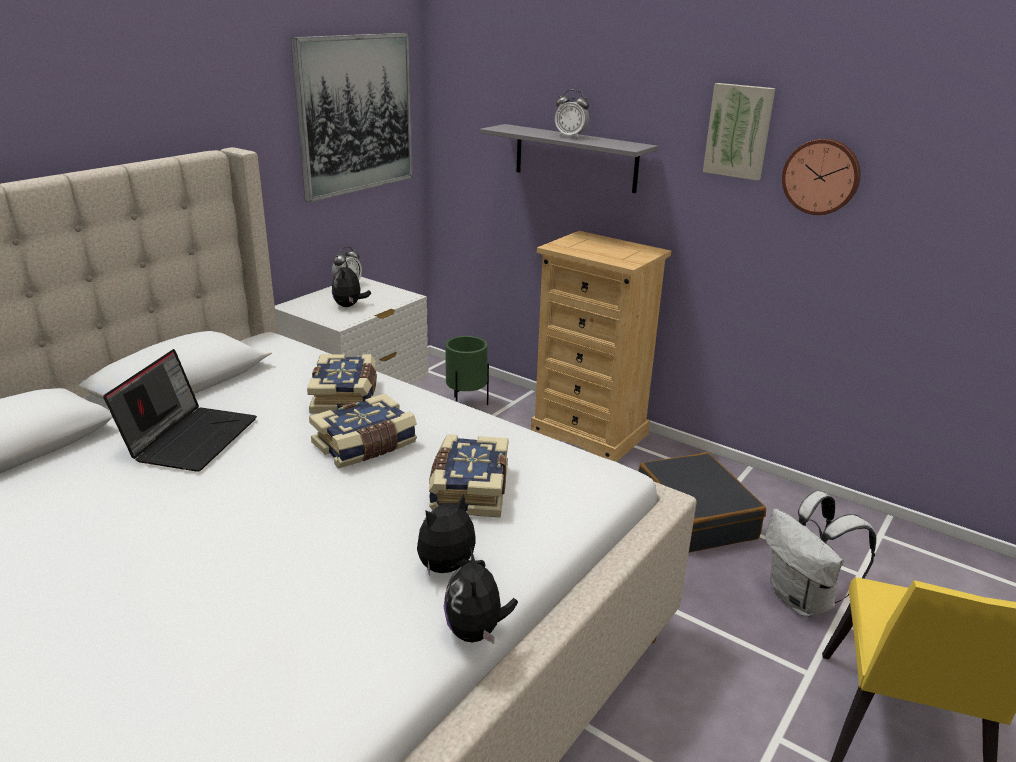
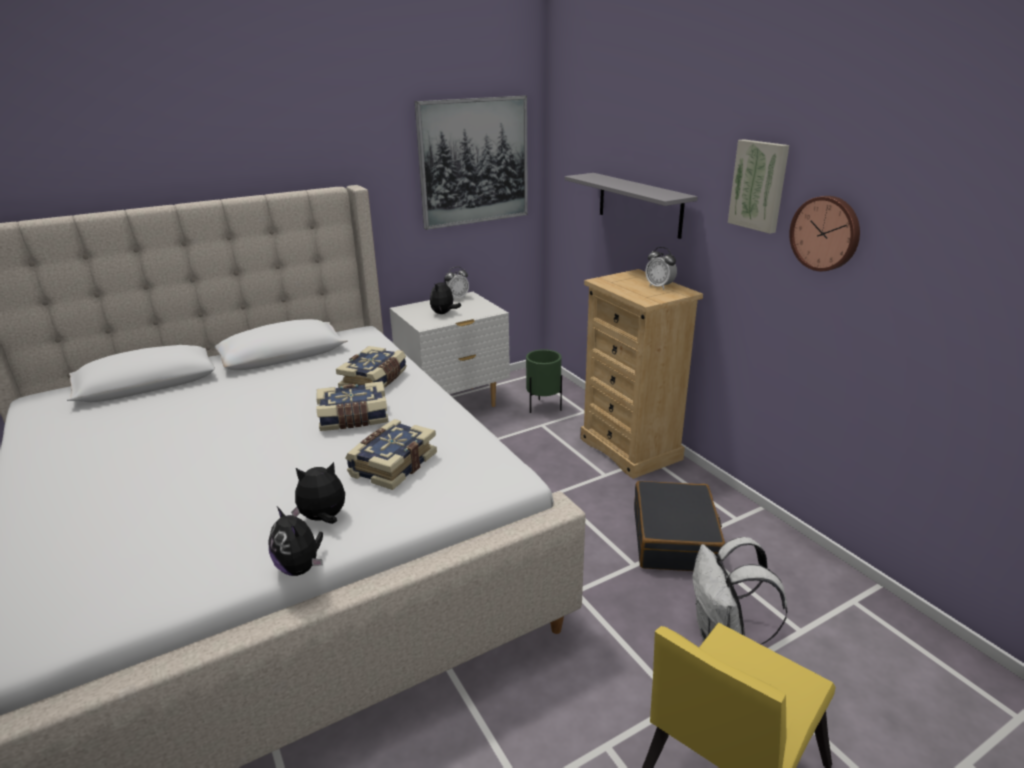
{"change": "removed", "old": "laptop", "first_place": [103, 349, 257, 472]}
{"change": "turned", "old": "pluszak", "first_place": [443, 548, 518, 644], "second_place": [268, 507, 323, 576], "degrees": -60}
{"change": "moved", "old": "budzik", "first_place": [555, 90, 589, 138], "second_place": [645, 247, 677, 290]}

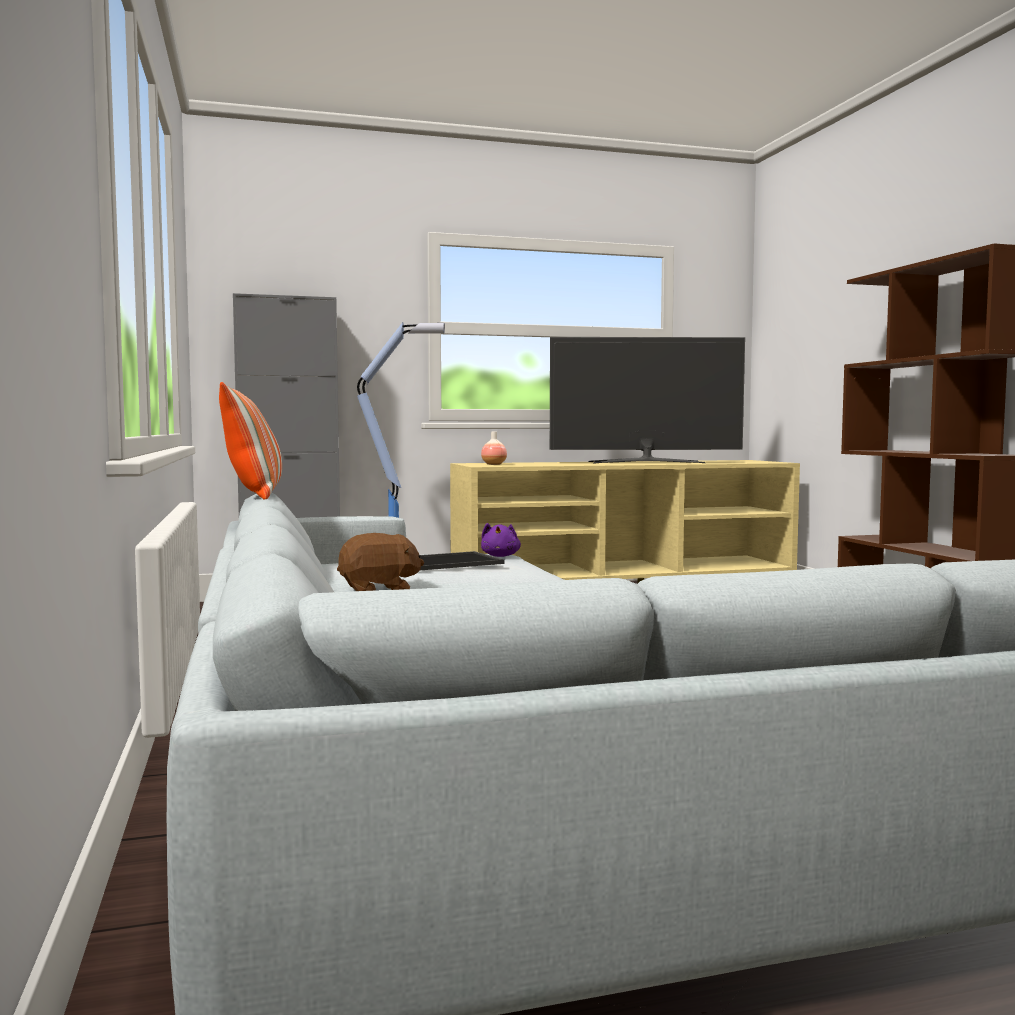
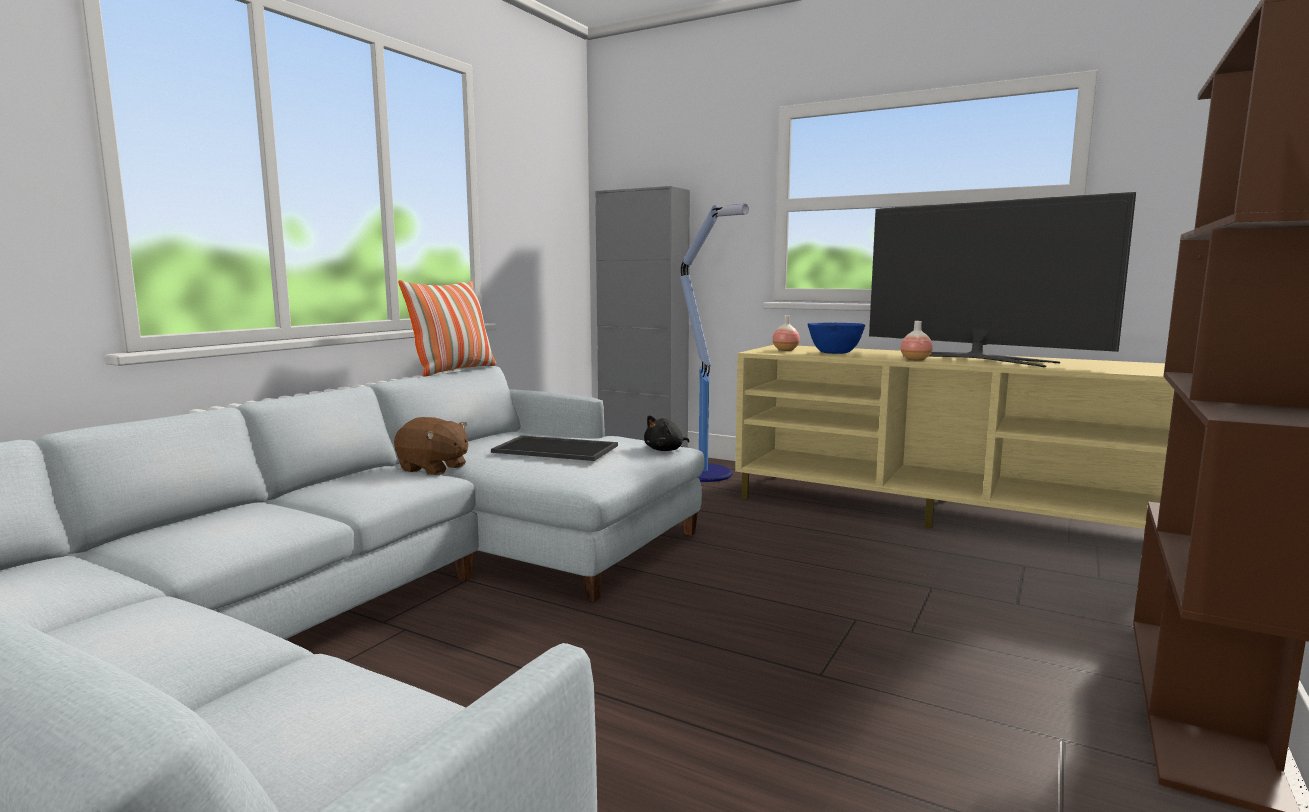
{"change": "recoloured", "old": "pluszak (fioletowy)", "new": "pluszak (czarny)", "first_place": [481, 523, 521, 557], "second_place": [644, 415, 689, 451]}
{"change": "added", "new": "miska (niebieski)", "second_place": [808, 323, 865, 354]}
{"change": "added", "new": "wazon", "second_place": [901, 321, 933, 361]}

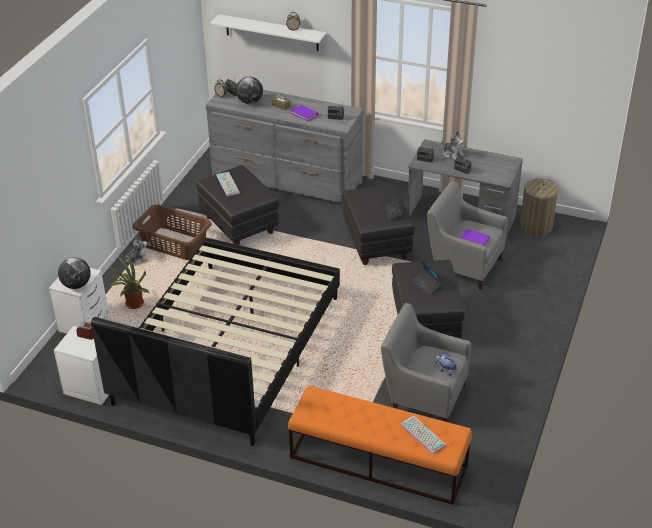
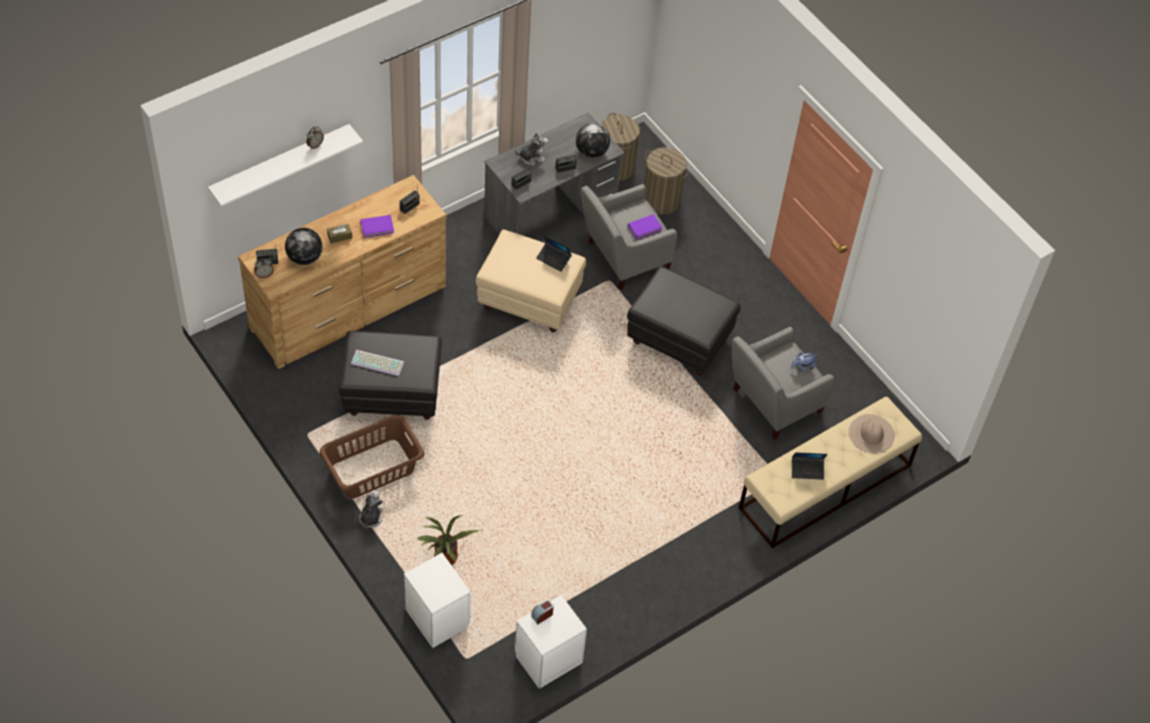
{"change": "moved", "old": "globus", "first_place": [58, 257, 91, 289], "second_place": [576, 123, 610, 158]}
{"change": "removed", "old": "łóżko (czarny)", "first_place": [91, 238, 340, 446]}
{"change": "recoloured", "old": "komoda (szary)", "new": "komoda (brązowy)", "first_place": [205, 90, 364, 205], "second_place": [238, 175, 447, 369]}
{"change": "recoloured", "old": "ławka (pomarańczowy)", "new": "ławka (beżowy)", "first_place": [288, 386, 472, 505], "second_place": [739, 397, 922, 548]}
{"change": "recoloured", "old": "pufa (czarny)", "new": "pufa (beżowy)", "first_place": [342, 184, 415, 265], "second_place": [476, 230, 586, 332]}
{"change": "replaced", "old": "klawiatura", "new": "kapelusz (beżowy)", "first_place": [401, 416, 446, 454], "second_place": [849, 414, 895, 454]}
{"change": "moved", "old": "laptop", "first_place": [412, 260, 442, 295], "second_place": [792, 452, 828, 480]}
{"change": "added", "new": "kosz na pranie", "second_place": [644, 147, 689, 214]}

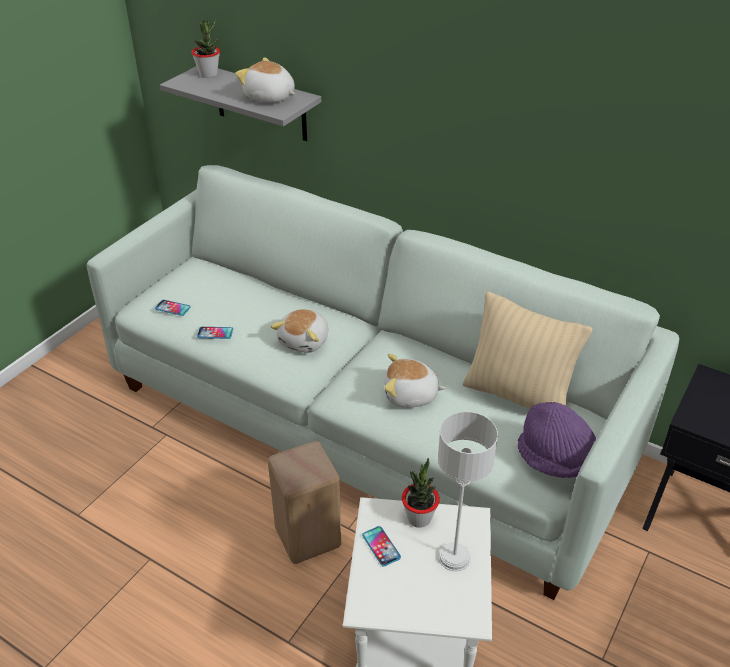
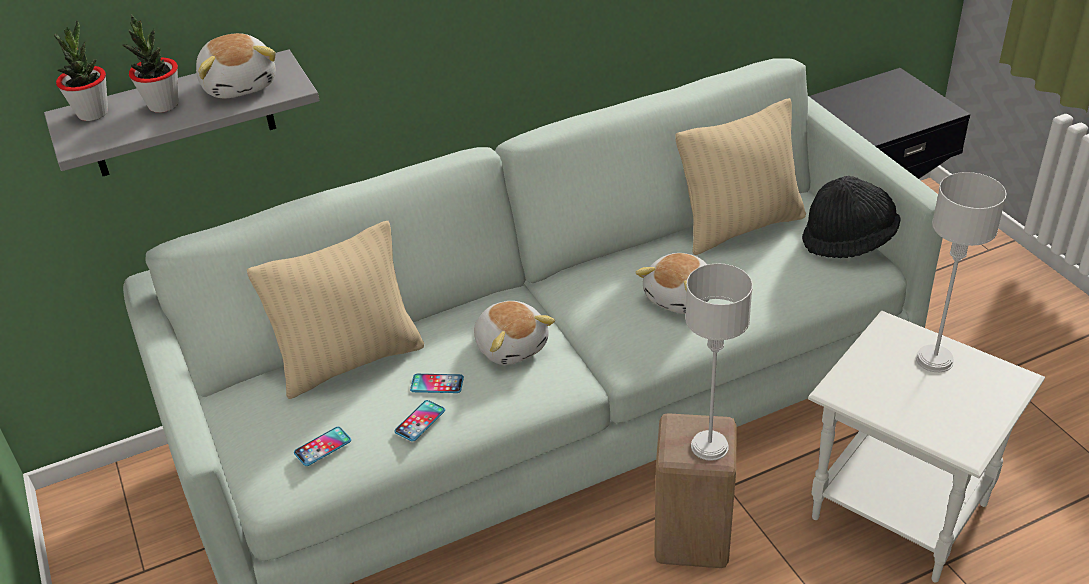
{"change": "turned", "old": "pluszak", "first_place": [235, 57, 295, 103], "second_place": [196, 33, 276, 99], "degrees": -90}
{"change": "moved", "old": "telefon", "first_place": [362, 526, 401, 566], "second_place": [410, 374, 464, 393]}
{"change": "moved", "old": "roślina doniczkowa", "first_place": [402, 458, 440, 528], "second_place": [123, 14, 178, 113]}
{"change": "recoloured", "old": "kapelusz (fioletowy)", "new": "kapelusz (czarny)", "first_place": [518, 402, 596, 478], "second_place": [802, 176, 901, 258]}
{"change": "added", "new": "poduszka (beżowy)", "second_place": [247, 221, 424, 399]}
{"change": "added", "new": "lampa stołowa (szary)", "second_place": [685, 263, 753, 461]}

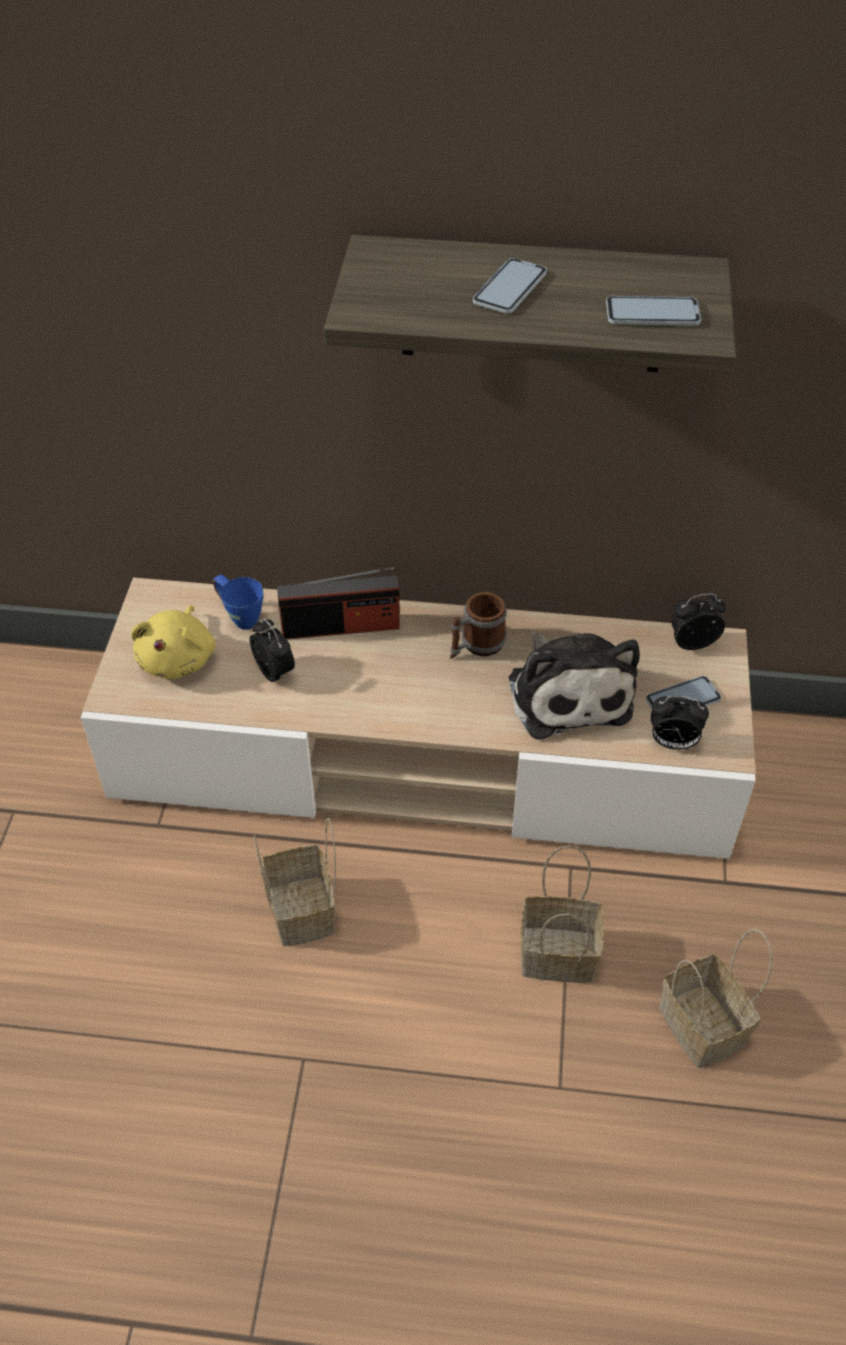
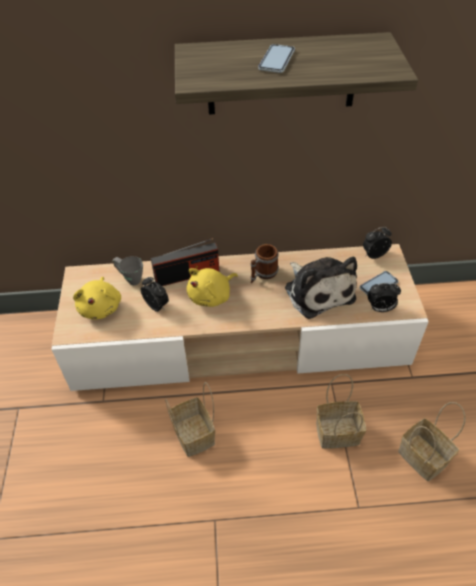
{"change": "recoloured", "old": "kubek (niebieski)", "new": "kubek (szary)", "first_place": [213, 574, 263, 630], "second_place": [113, 256, 143, 285]}
{"change": "removed", "old": "telefon", "first_place": [606, 296, 701, 326]}
{"change": "added", "new": "pluszak (żółty)", "second_place": [187, 268, 238, 307]}

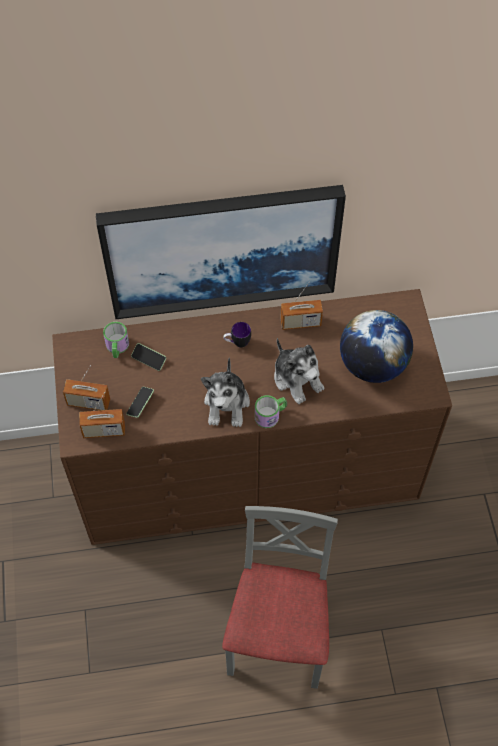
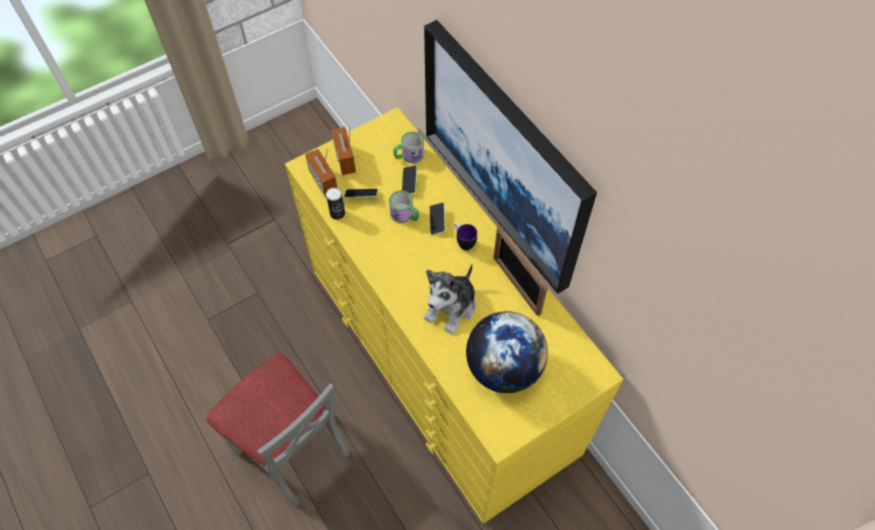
{"change": "recoloured", "old": "komoda (brązowy)", "new": "komoda (żółty)", "first_place": [52, 289, 452, 545], "second_place": [285, 107, 623, 524]}
{"change": "removed", "old": "pluszak", "first_place": [201, 358, 250, 427]}
{"change": "turned", "old": "krzesło (szary)", "first_place": [222, 506, 338, 689], "second_place": [206, 353, 350, 507], "degrees": 60}
{"change": "moved", "old": "kubek", "first_place": [255, 395, 287, 428], "second_place": [389, 190, 420, 223]}
{"change": "replaced", "old": "radio", "new": "ramka na zdjęcie", "first_place": [280, 282, 323, 330], "second_place": [493, 226, 548, 316]}
{"change": "added", "new": "puszka", "second_place": [326, 188, 345, 220]}
{"change": "added", "new": "telefon", "second_place": [430, 202, 446, 235]}

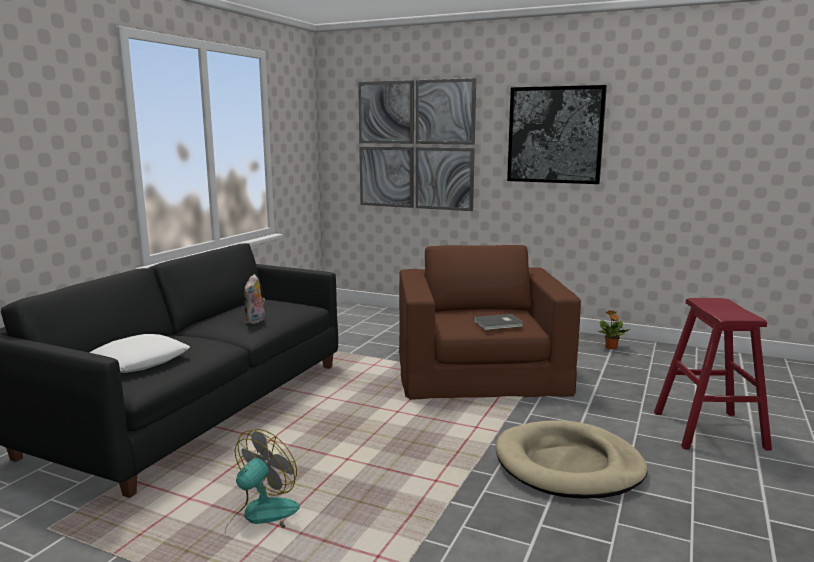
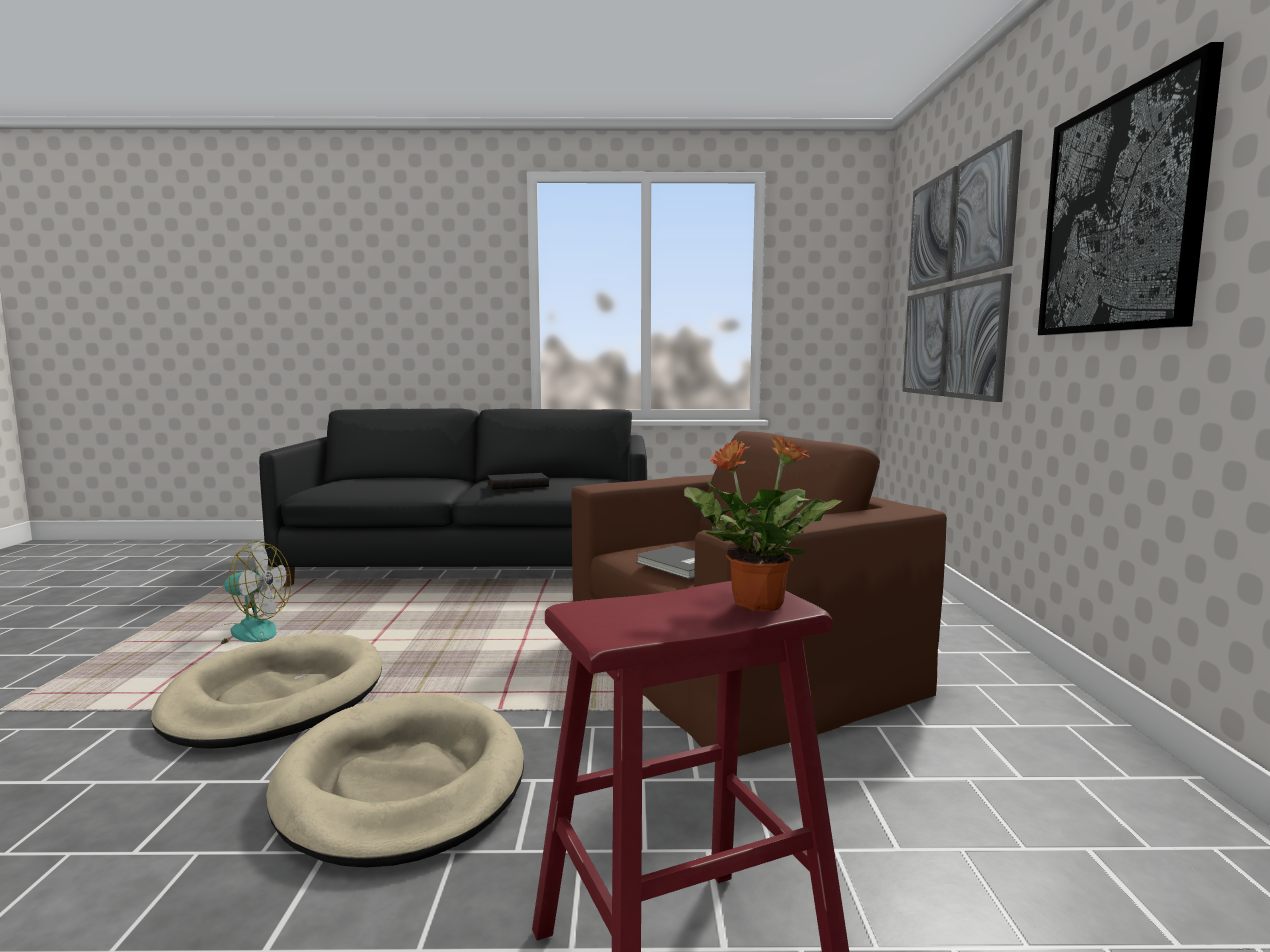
{"change": "removed", "old": "poduszka (biały)", "first_place": [89, 334, 190, 373]}
{"change": "replaced", "old": "pluszak", "new": "książka (czarny)", "first_place": [244, 274, 265, 324], "second_place": [487, 473, 549, 490]}
{"change": "moved", "old": "roślina doniczkowa", "first_place": [598, 310, 630, 349], "second_place": [684, 435, 842, 612]}
{"change": "added", "new": "legowisko (beżowy)", "second_place": [151, 633, 382, 749]}

